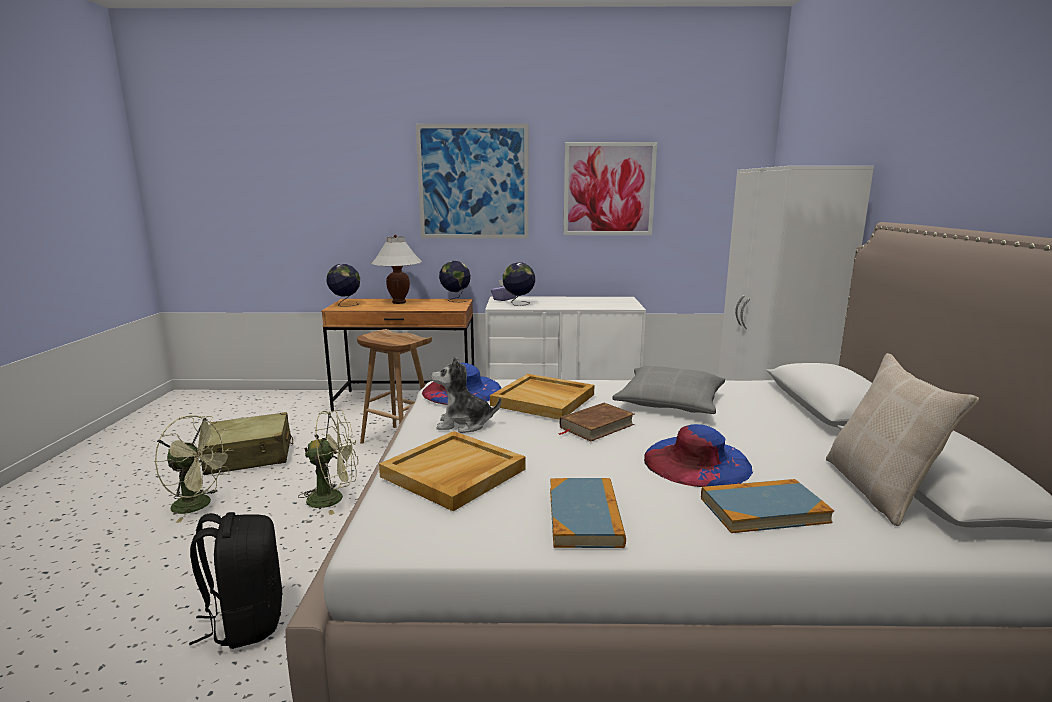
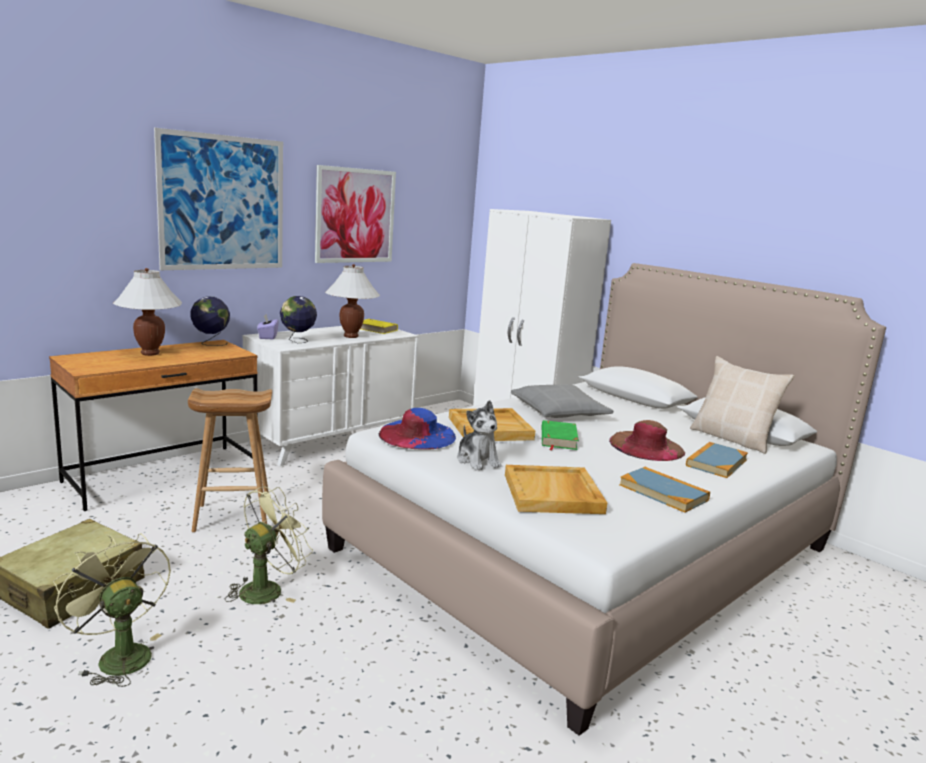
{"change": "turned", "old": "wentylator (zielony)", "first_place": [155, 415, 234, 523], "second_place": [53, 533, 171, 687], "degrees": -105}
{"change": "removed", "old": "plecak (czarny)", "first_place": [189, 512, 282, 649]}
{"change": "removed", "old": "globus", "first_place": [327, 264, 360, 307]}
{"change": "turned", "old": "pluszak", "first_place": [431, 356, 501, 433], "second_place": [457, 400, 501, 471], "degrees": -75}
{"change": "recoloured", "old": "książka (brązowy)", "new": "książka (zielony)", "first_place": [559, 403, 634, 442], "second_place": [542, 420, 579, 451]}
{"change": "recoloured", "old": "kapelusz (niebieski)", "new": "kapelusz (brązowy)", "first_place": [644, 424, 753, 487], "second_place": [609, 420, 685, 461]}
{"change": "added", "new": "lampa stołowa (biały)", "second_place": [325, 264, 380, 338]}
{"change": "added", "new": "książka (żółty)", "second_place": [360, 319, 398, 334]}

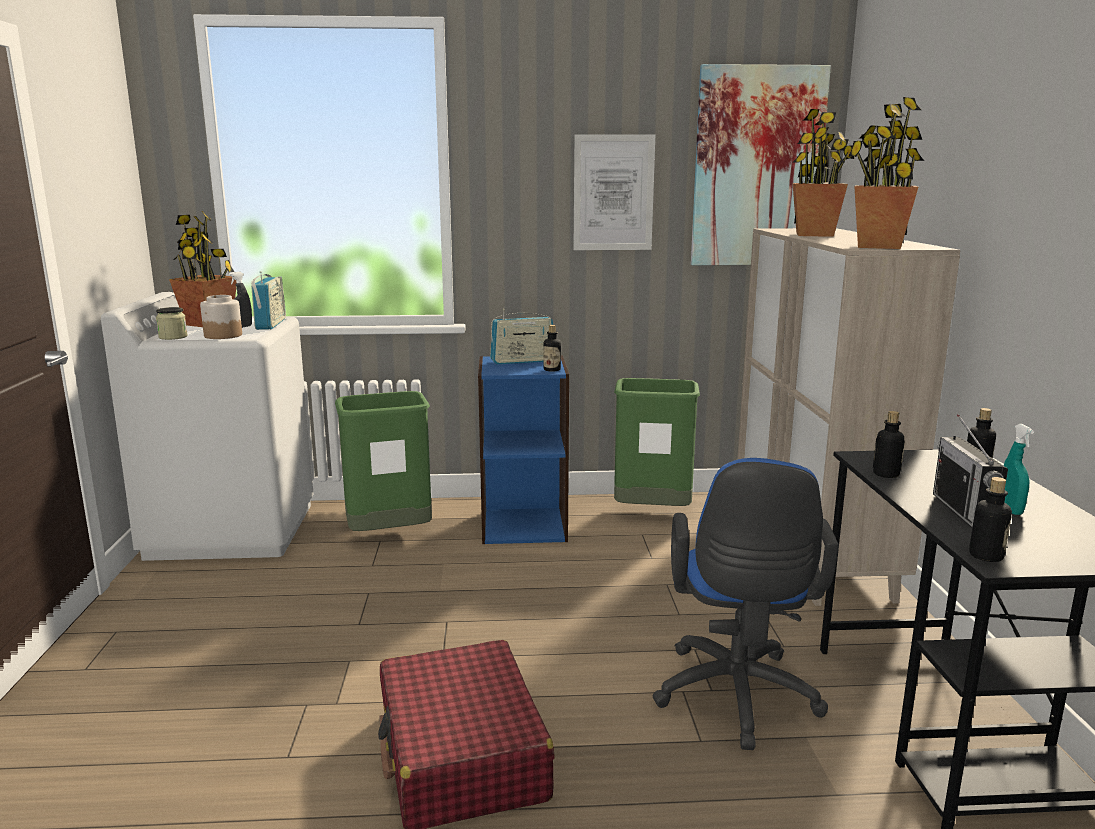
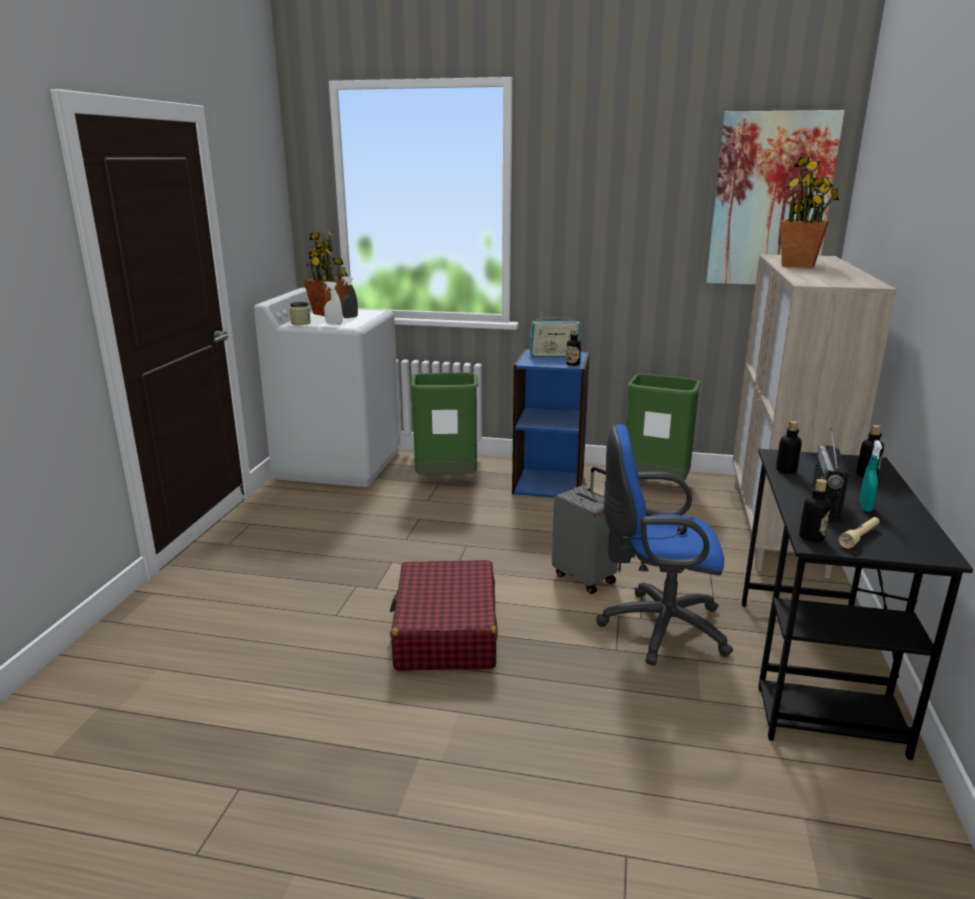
{"change": "replaced", "old": "słoik", "new": "spryskiwacz (biały)", "first_place": [200, 295, 242, 339], "second_place": [324, 282, 343, 325]}
{"change": "removed", "old": "radio", "first_place": [251, 271, 286, 330]}
{"change": "removed", "old": "obraz", "first_place": [573, 134, 655, 250]}
{"change": "turned", "old": "krzesło biurowe (niebieski)", "first_place": [653, 458, 839, 750], "second_place": [596, 424, 733, 665], "degrees": 75}
{"change": "removed", "old": "roślina doniczkowa", "first_place": [848, 97, 924, 249]}
{"change": "added", "new": "walizka (szary)", "second_place": [552, 467, 618, 594]}
{"change": "added", "new": "latarka (beżowy)", "second_place": [839, 517, 880, 548]}

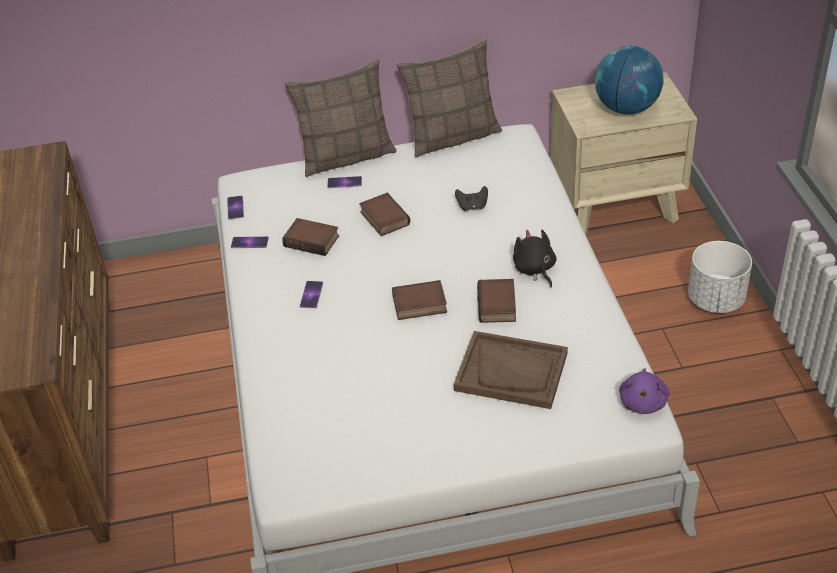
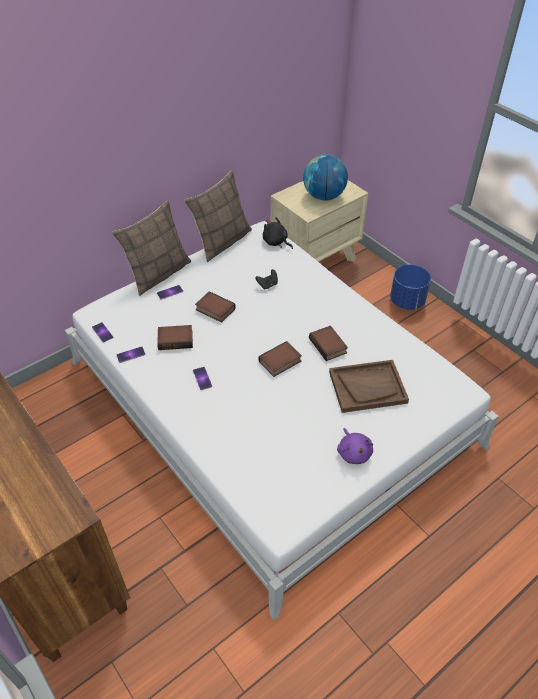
{"change": "moved", "old": "pluszak (czarny)", "first_place": [513, 230, 557, 288], "second_place": [263, 217, 293, 249]}
{"change": "moved", "old": "pluszak (fioletowy)", "first_place": [619, 368, 669, 414], "second_place": [337, 428, 373, 464]}
{"change": "recoloured", "old": "donica (biały)", "new": "donica (niebieski)", "first_place": [688, 241, 752, 313], "second_place": [390, 265, 431, 310]}

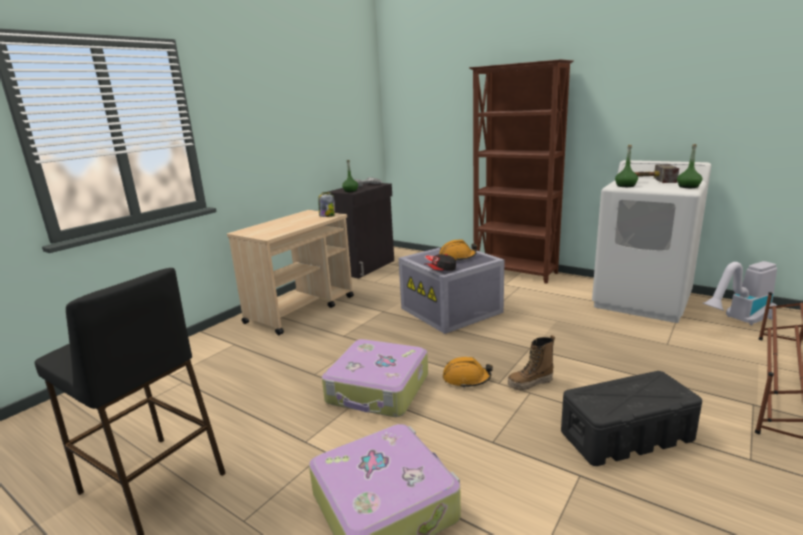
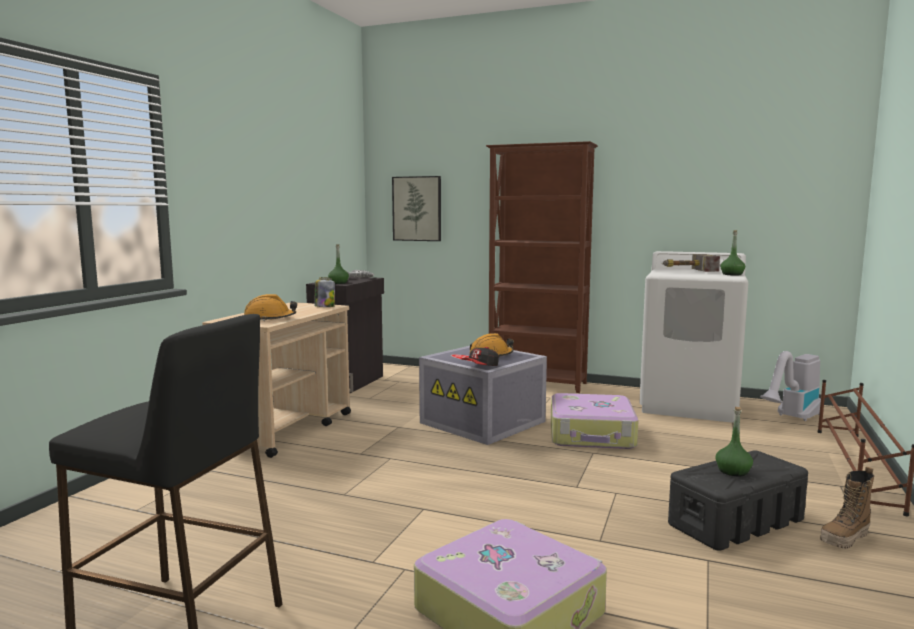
{"change": "moved", "old": "walizka", "first_place": [322, 339, 428, 417], "second_place": [551, 393, 639, 449]}
{"change": "moved", "old": "kask (pomarańczowy)", "first_place": [443, 357, 493, 388], "second_place": [244, 294, 297, 321]}
{"change": "moved", "old": "but z cholewką", "first_place": [508, 335, 555, 391], "second_place": [820, 467, 874, 549]}
{"change": "moved", "old": "butelka (zielony)", "first_place": [615, 145, 638, 187], "second_place": [715, 407, 753, 476]}
{"change": "added", "new": "obraz", "second_place": [392, 176, 441, 241]}

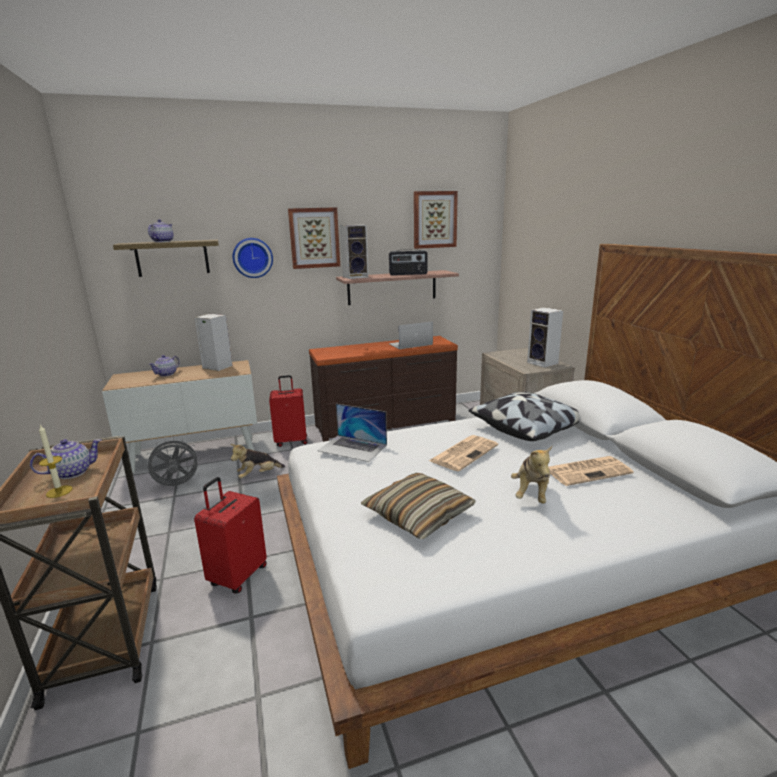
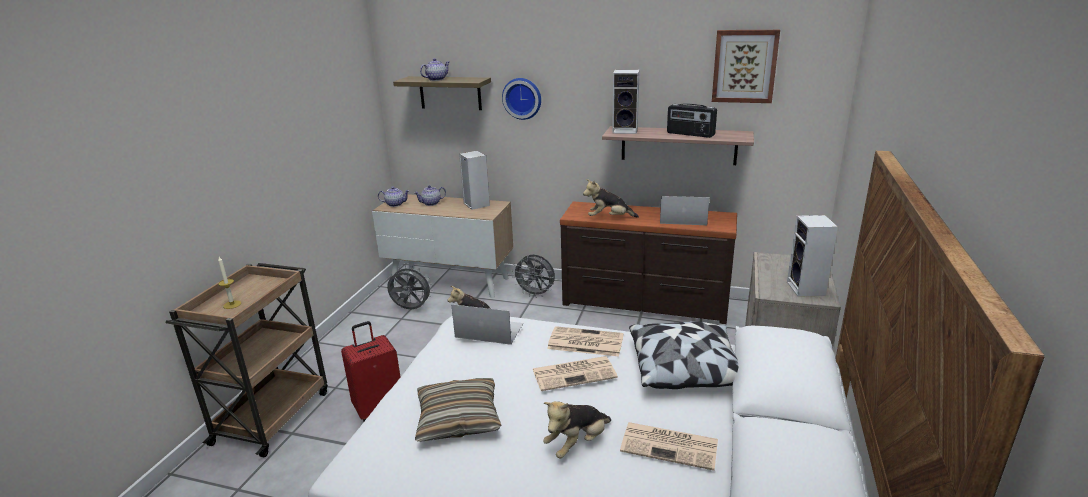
{"change": "moved", "old": "imbryk", "first_place": [30, 439, 101, 479], "second_place": [378, 186, 410, 207]}
{"change": "replaced", "old": "walizka (czerwony)", "new": "wentylator (szary)", "first_place": [269, 375, 307, 447], "second_place": [512, 254, 555, 298]}
{"change": "removed", "old": "obraz", "first_place": [288, 207, 340, 269]}
{"change": "turned", "old": "laptop", "first_place": [318, 404, 387, 462], "second_place": [451, 304, 523, 345], "degrees": 135}
{"change": "added", "new": "gazeta", "second_place": [547, 326, 624, 357]}
{"change": "added", "new": "pluszak", "second_place": [583, 179, 639, 218]}

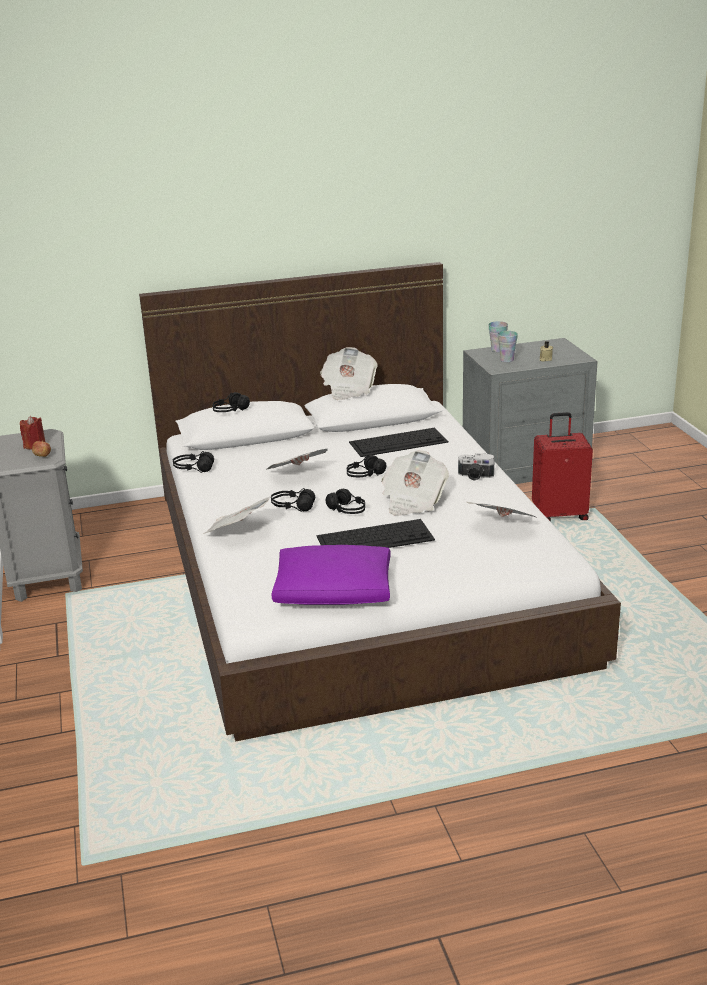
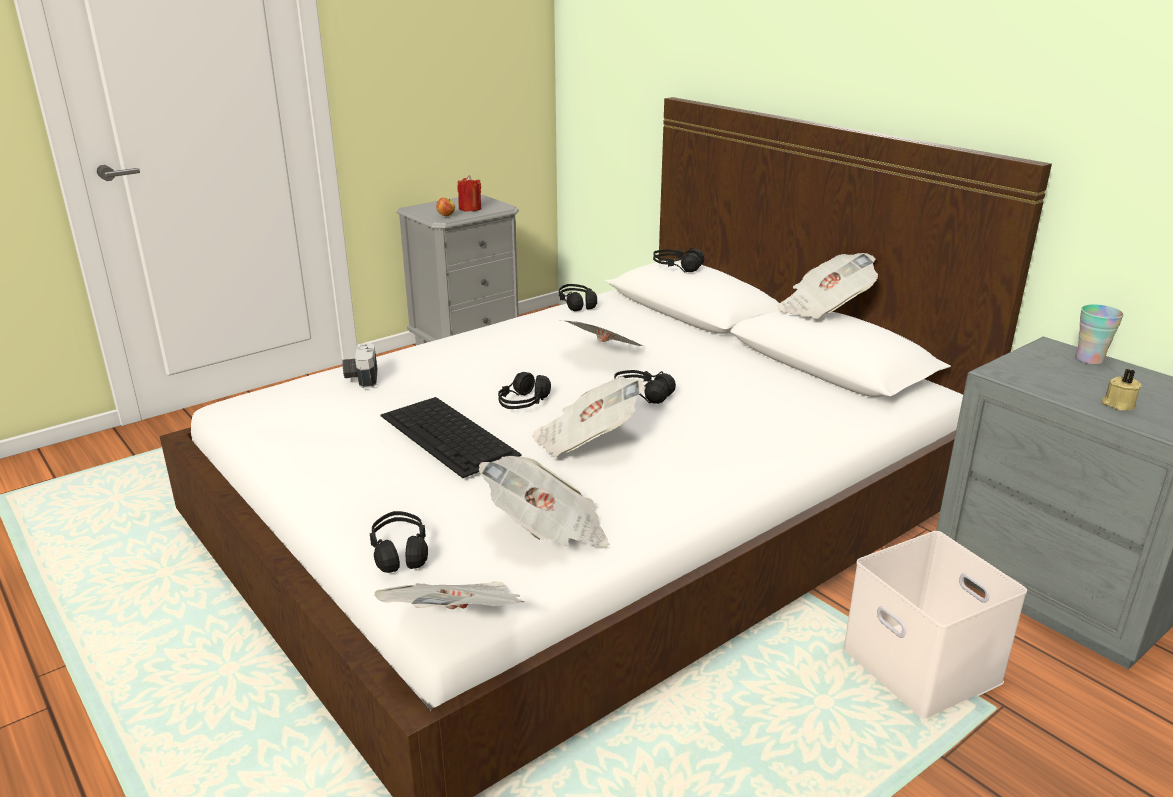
{"change": "moved", "old": "gazeta", "first_place": [203, 496, 271, 534], "second_place": [375, 581, 524, 609]}
{"change": "moved", "old": "słuchawki (czarny)", "first_place": [271, 488, 315, 512], "second_place": [370, 511, 428, 573]}
{"change": "removed", "old": "poduszka (fioletowy)", "first_place": [271, 545, 391, 605]}
{"change": "removed", "old": "klawiatura", "first_place": [349, 428, 449, 457]}
{"change": "moved", "old": "aparat fotograficzny", "first_place": [458, 453, 495, 480], "second_place": [343, 343, 378, 388]}
{"change": "removed", "old": "filiżanka", "first_place": [498, 331, 518, 362]}
{"change": "replaced", "old": "walizka (czerwony)", "new": "pojemnik do przechowywania (biały)", "first_place": [532, 412, 593, 521], "second_place": [844, 531, 1027, 718]}

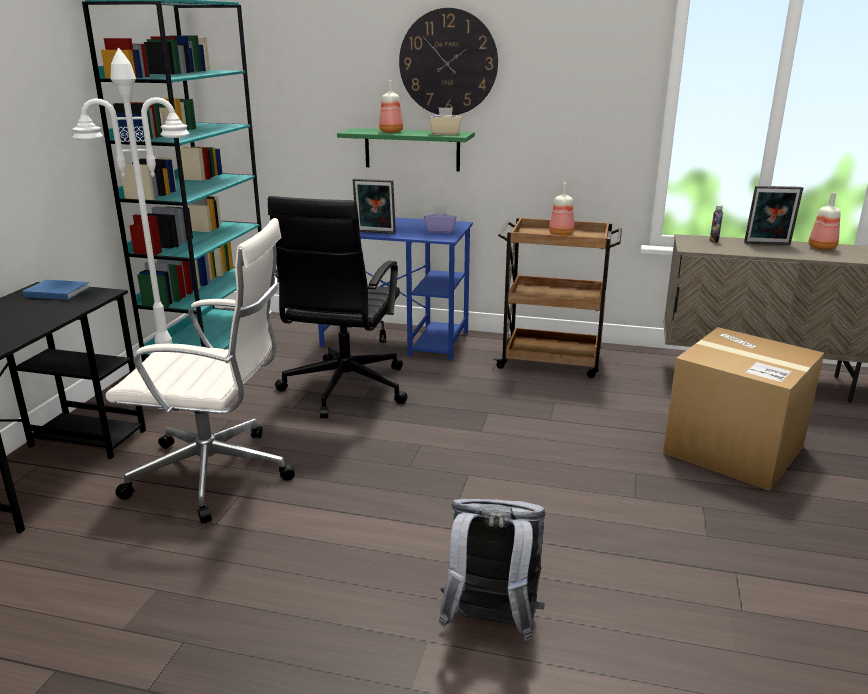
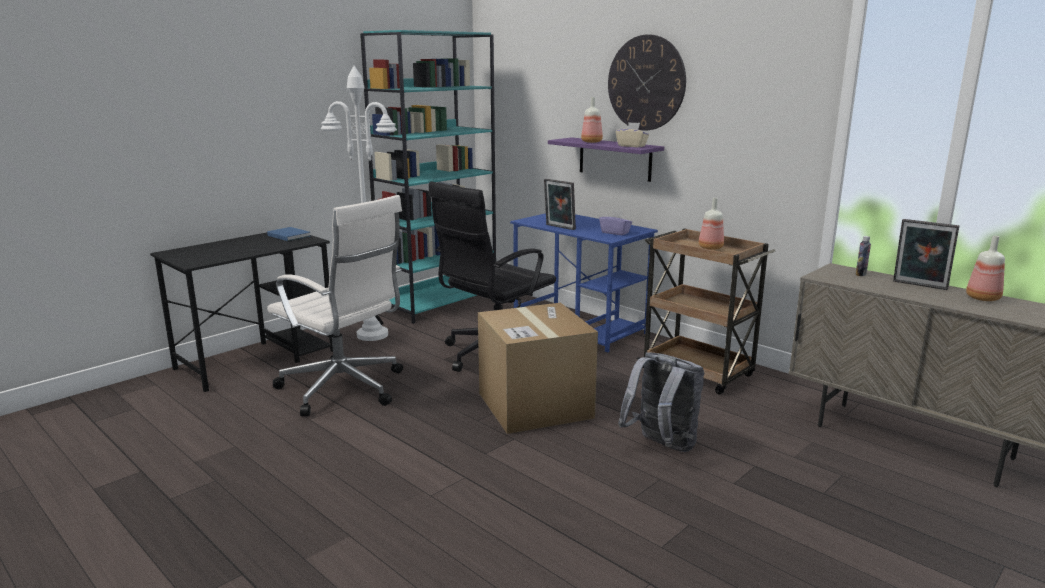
{"change": "recoloured", "old": "półka (zielony)", "new": "półka (fioletowy)", "first_place": [337, 128, 475, 171], "second_place": [548, 137, 664, 182]}
{"change": "moved", "old": "plecak (szary)", "first_place": [439, 499, 546, 641], "second_place": [618, 352, 704, 452]}
{"change": "moved", "old": "karton", "first_place": [663, 327, 824, 491], "second_place": [478, 303, 598, 434]}

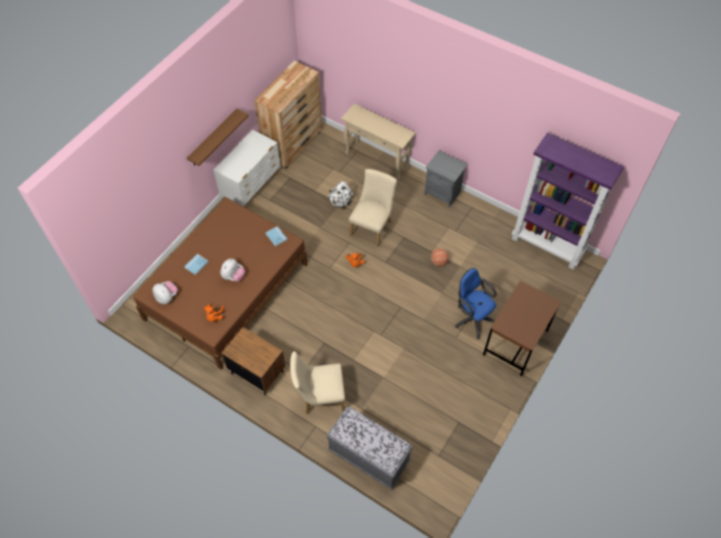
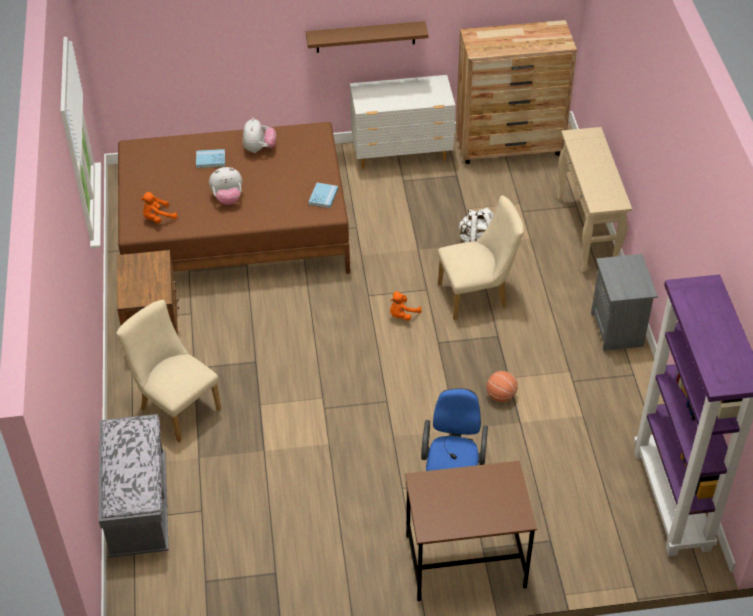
{"change": "moved", "old": "pluszak", "first_place": [152, 281, 178, 304], "second_place": [243, 118, 276, 153]}

